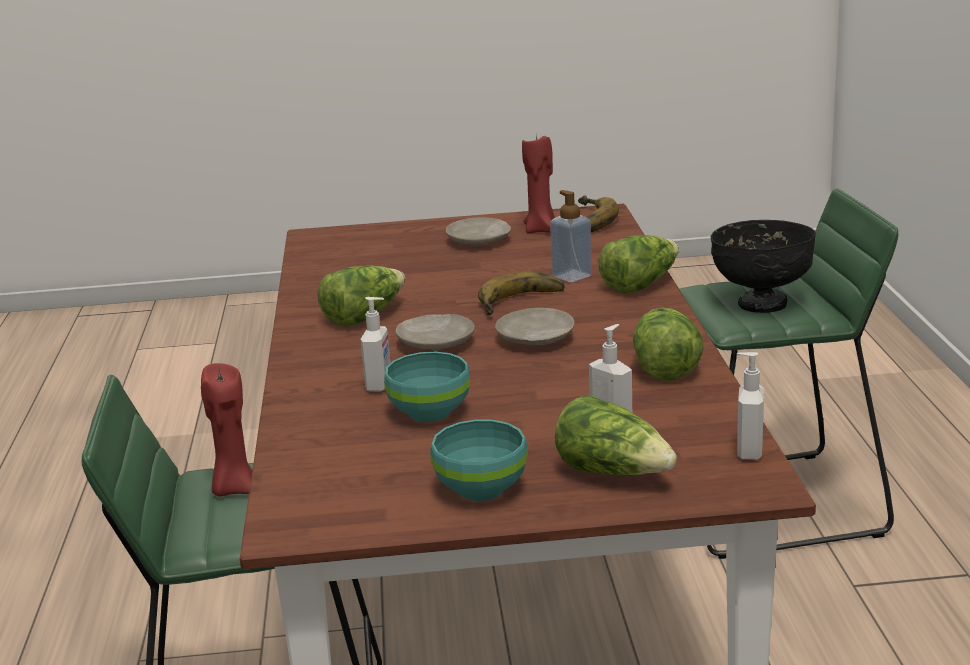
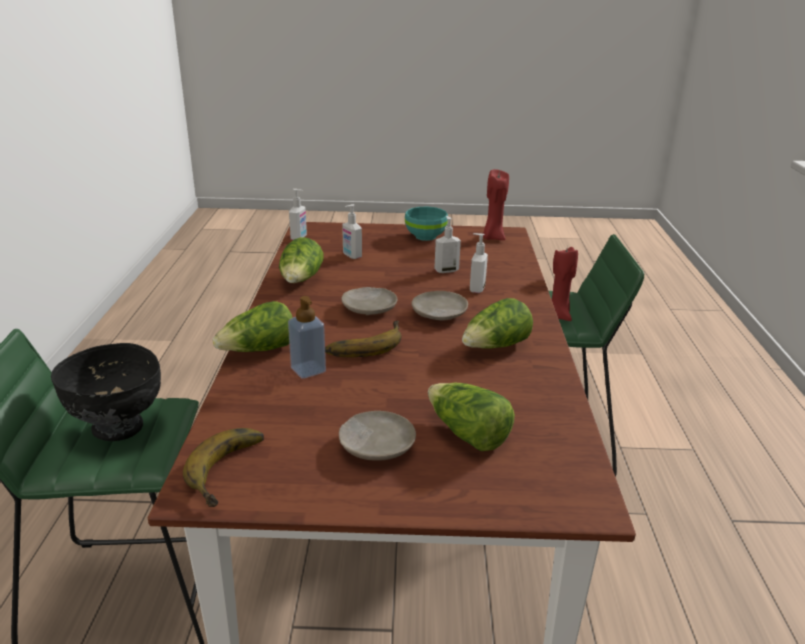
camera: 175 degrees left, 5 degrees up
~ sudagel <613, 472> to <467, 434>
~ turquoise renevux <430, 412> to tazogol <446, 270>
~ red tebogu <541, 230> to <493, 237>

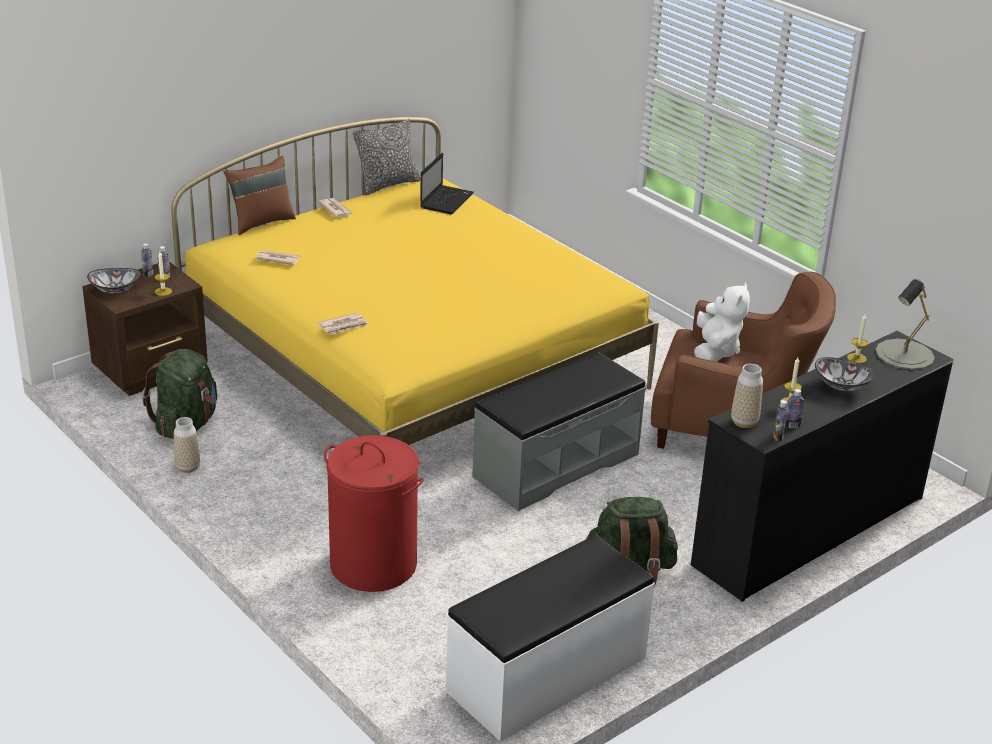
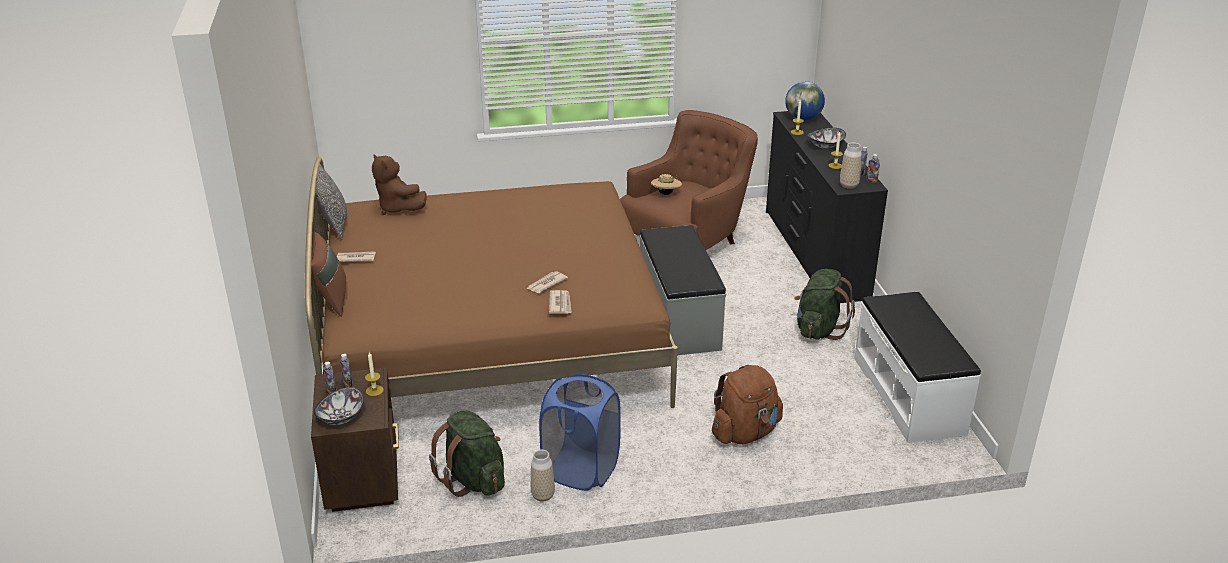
camera: 60 degrees left, 0 degrees up
~ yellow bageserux <413, 364> to brown bageserux <490, 337>
~ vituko <447, 200> to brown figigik <398, 208>
~ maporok <278, 259> to <546, 284>
+ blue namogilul <581, 470>
~ white figigik <715, 351> to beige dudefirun <666, 194>
~ red namogilul <373, 565> to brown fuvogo <745, 433>
~ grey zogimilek <904, 355> to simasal <803, 119>

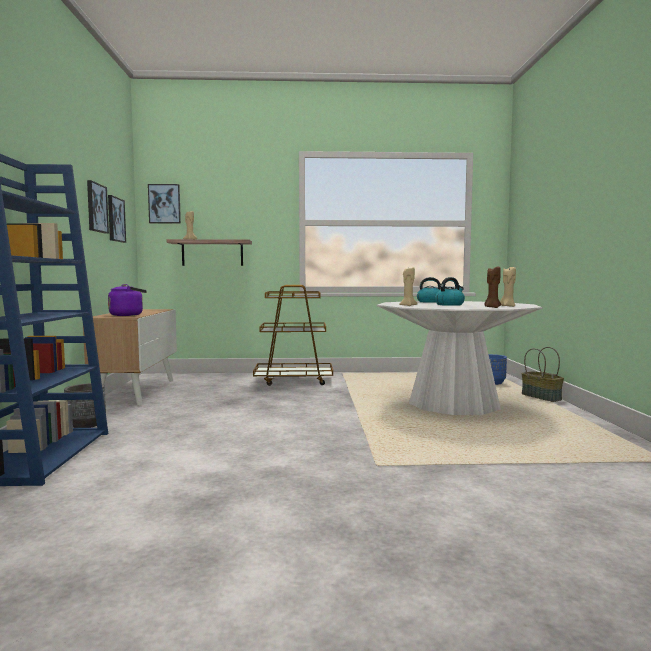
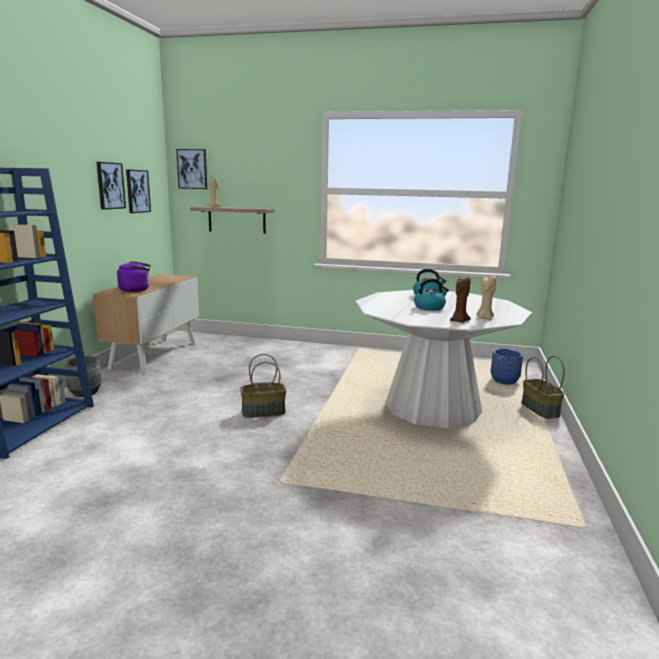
camera: 15 degrees right, 10 degrees up
+ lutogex <263, 412>
- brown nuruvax <294, 380>
- beige tebogu <407, 305>

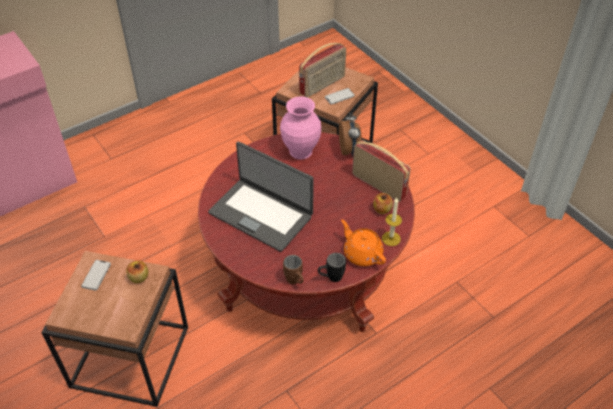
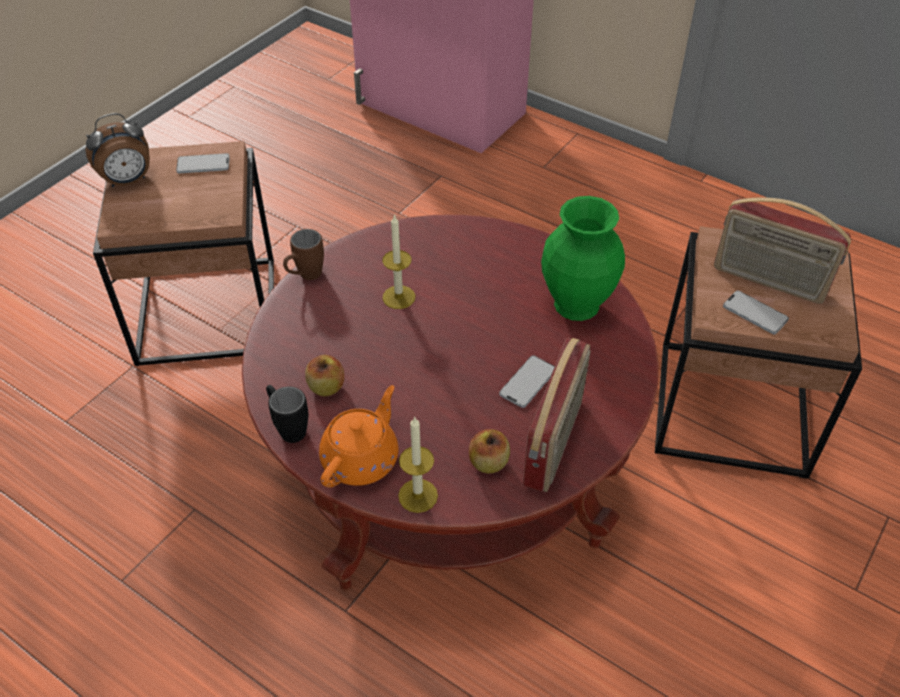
camera: 70 degrees right, 0 degrees up
~ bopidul <349, 150> to <128, 181>
~ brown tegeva <295, 282> to <305, 277>
~ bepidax <139, 277> to <326, 387>
~ vituko <261, 214> to tebogu <399, 297>
+ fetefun <527, 382>
~ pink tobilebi <301, 151> to green tobilebi <578, 305>

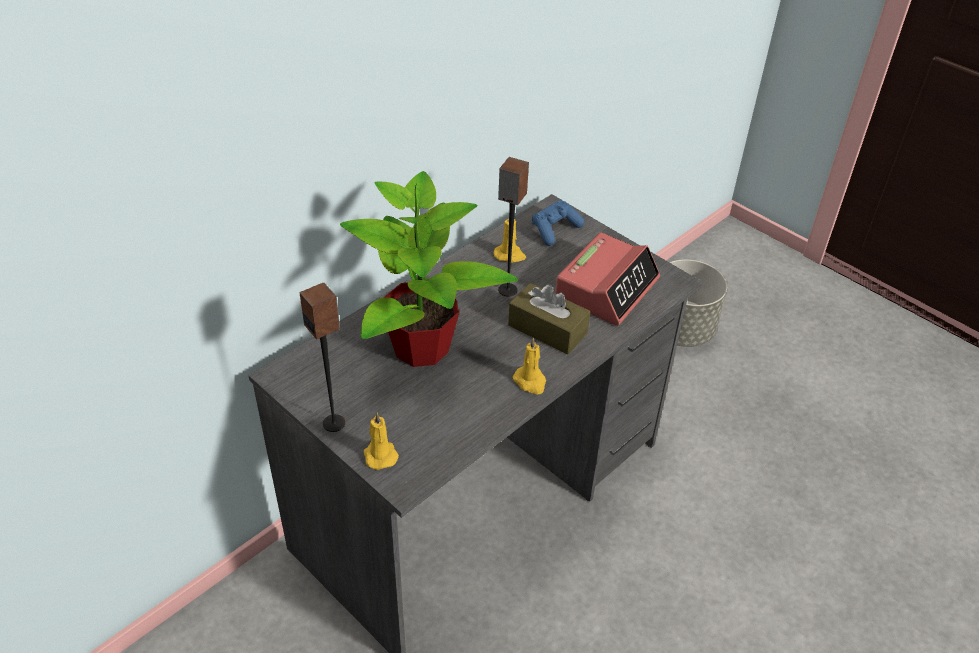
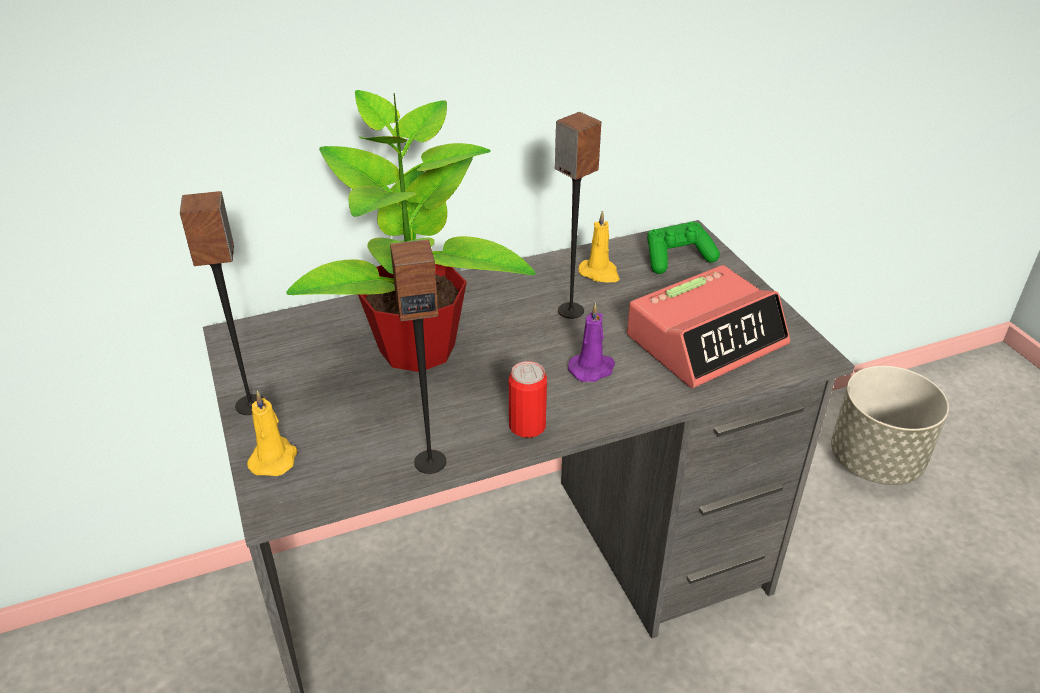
camera: 25 degrees right, 5 degrees down
+ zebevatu <430, 461>
~ yellow tebogu <530, 382> to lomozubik <527, 426>
~ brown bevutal <547, 329> to purple tebogu <592, 368>
~ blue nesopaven <555, 230> to green nesopaven <677, 258>

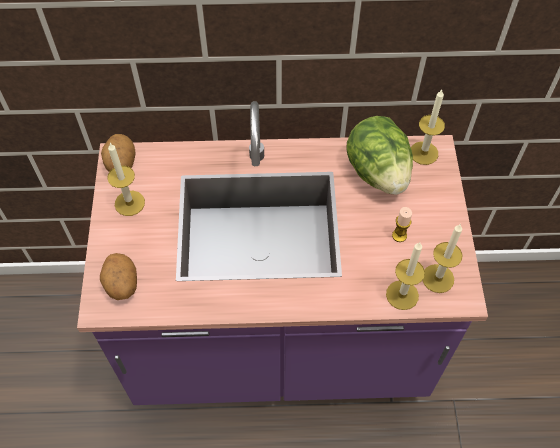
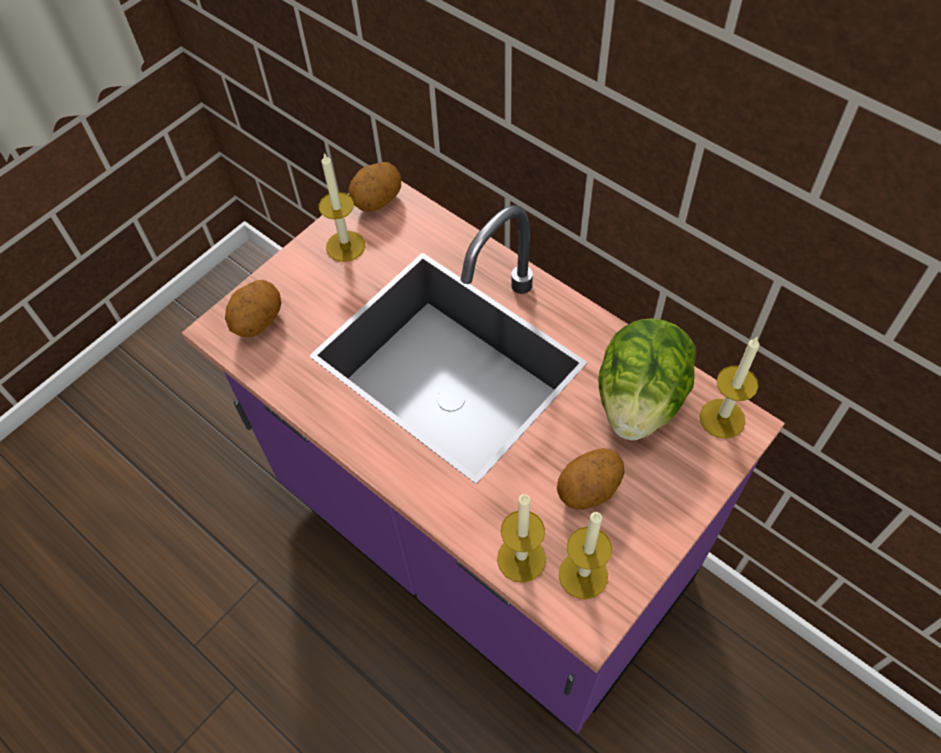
camera: 45 degrees right, 0 degrees up
~ tebogu <399, 235> to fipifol <589, 490>

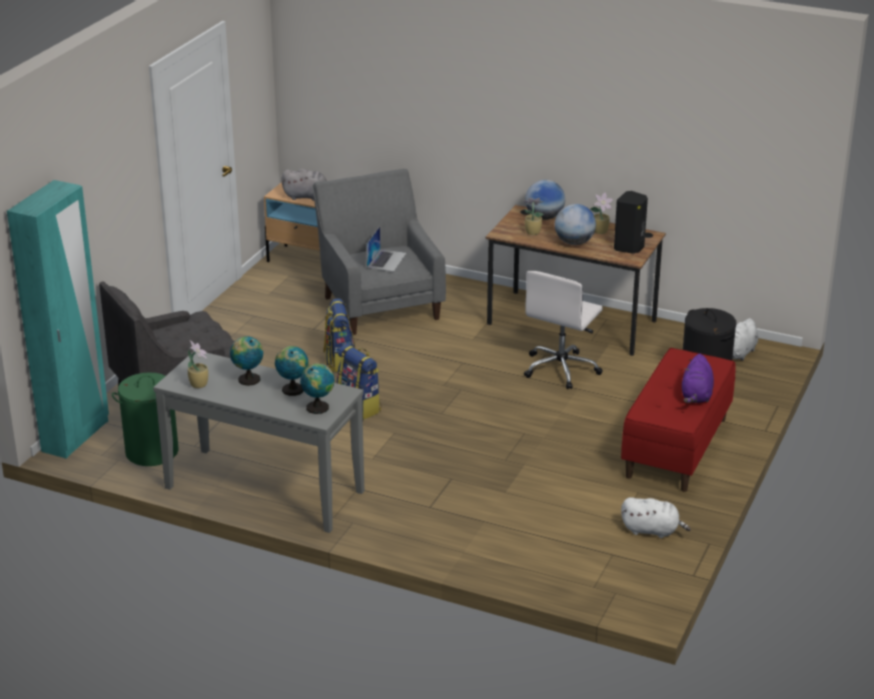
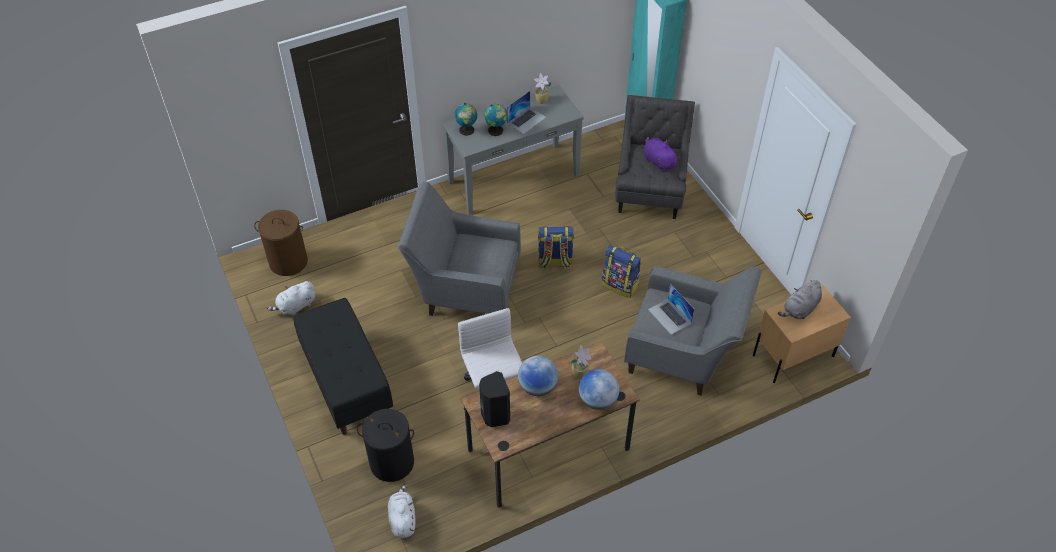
camera: 130 degrees right, 20 degrees up
+ brown namogilul <288, 262>
~ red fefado <677, 448> to black fefado <346, 382>
+ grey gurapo <465, 287>
~ simasal <247, 379> to vituko <526, 120>
~ purple figigik <696, 396> to <658, 161>
- green namogilul <151, 452>
- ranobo <601, 231>

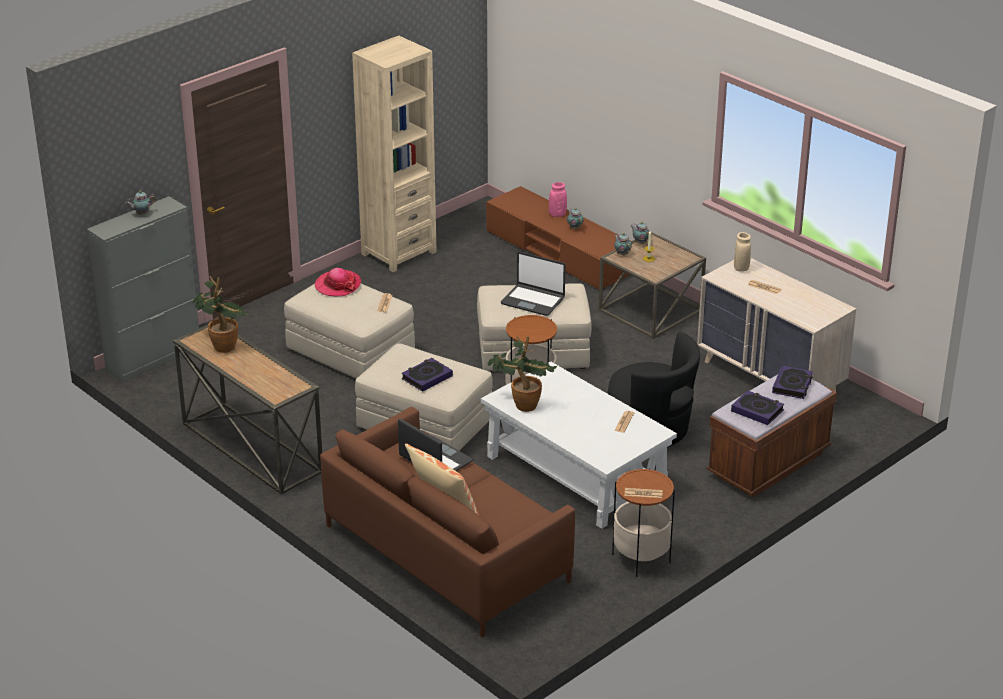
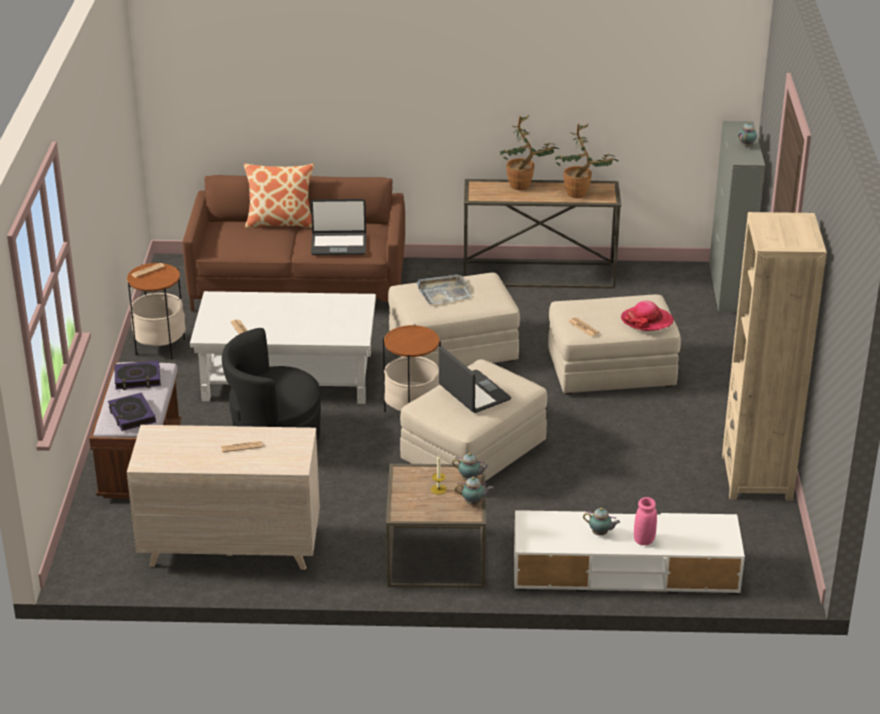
camera: 135 degrees right, 0 degrees up
~ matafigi <427, 377> to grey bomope <443, 292>
~ vituko <533, 300> = <473, 393> 75 degrees clockwise
~ ranobo <522, 403> to <525, 185>
~ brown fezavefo <558, 253> to white fezavefo <625, 571>
- beige tobilebi <741, 268>

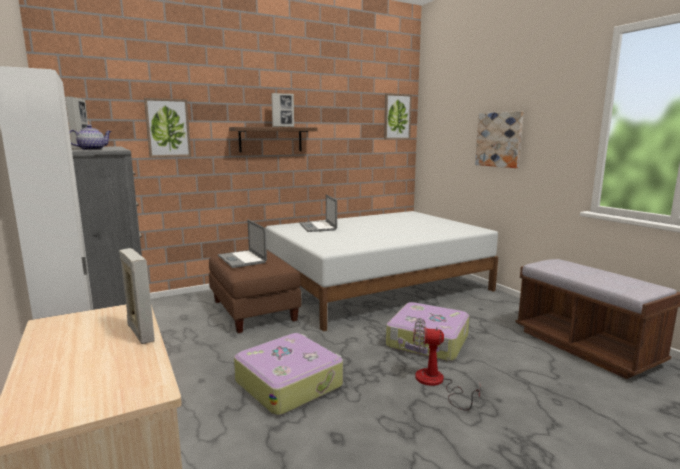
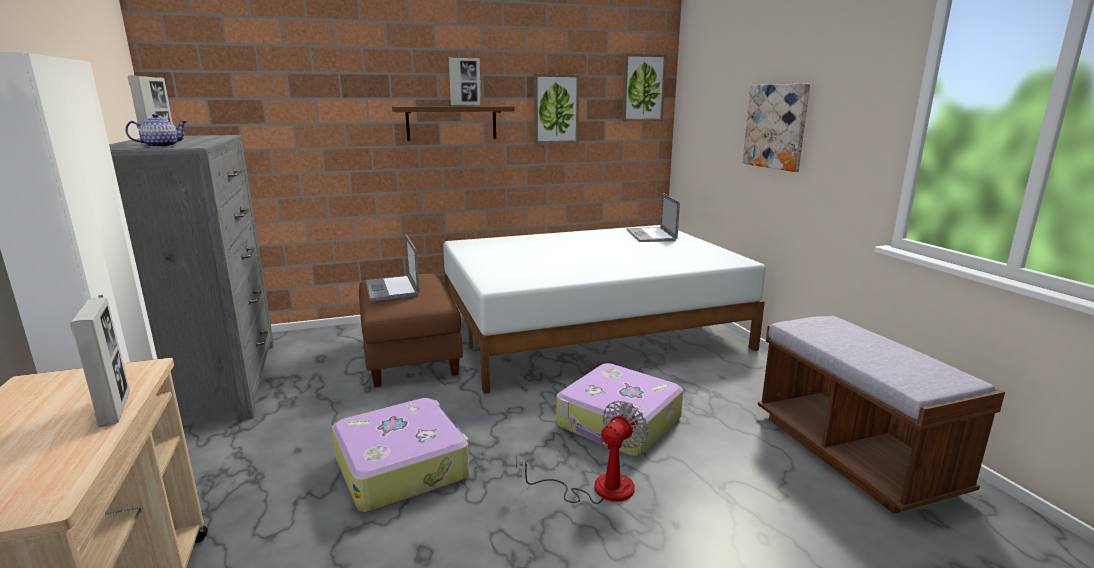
camera: 10 degrees right, 5 degrees up
~ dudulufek <436, 383> = <598, 488> 105 degrees clockwise
~ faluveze <168, 128> to <555, 109>
~ vituko <317, 227> to <651, 235>

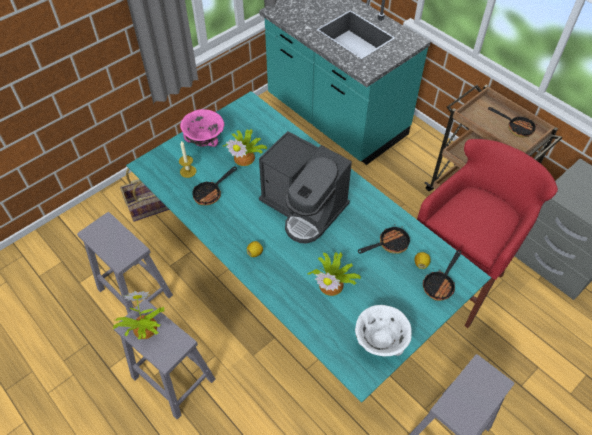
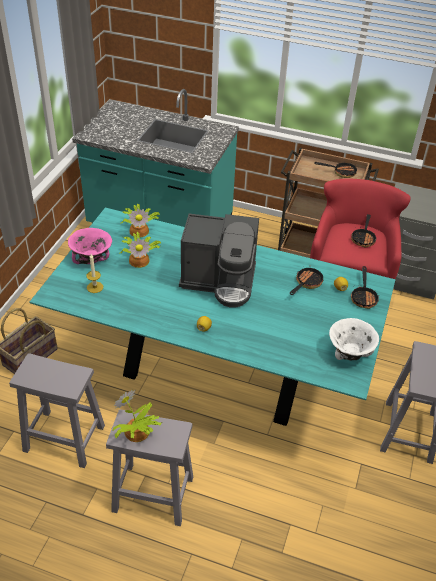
camera: 30 degrees left, 10 degrees down
~ ranobo <332, 283> to <140, 230>
~ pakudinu <211, 193> to <363, 238>

